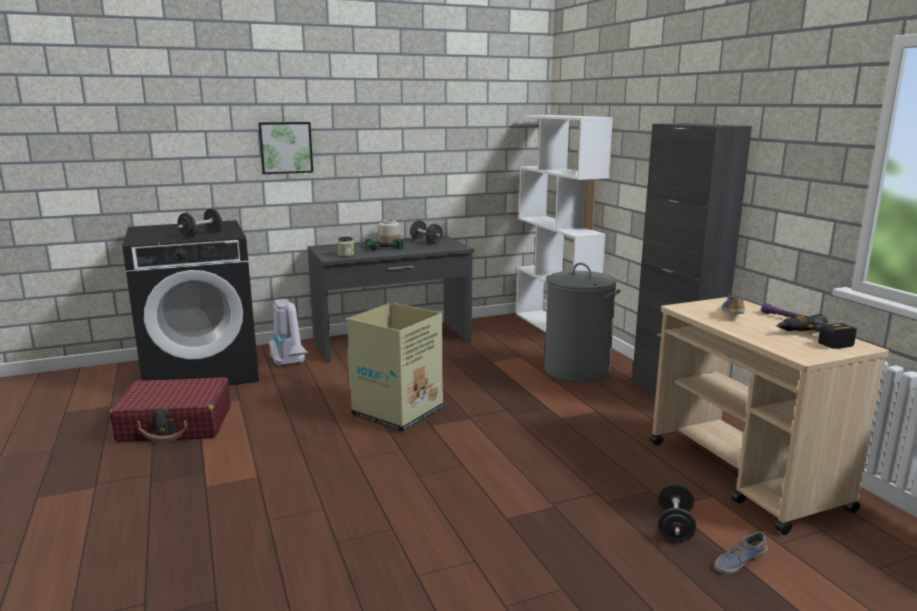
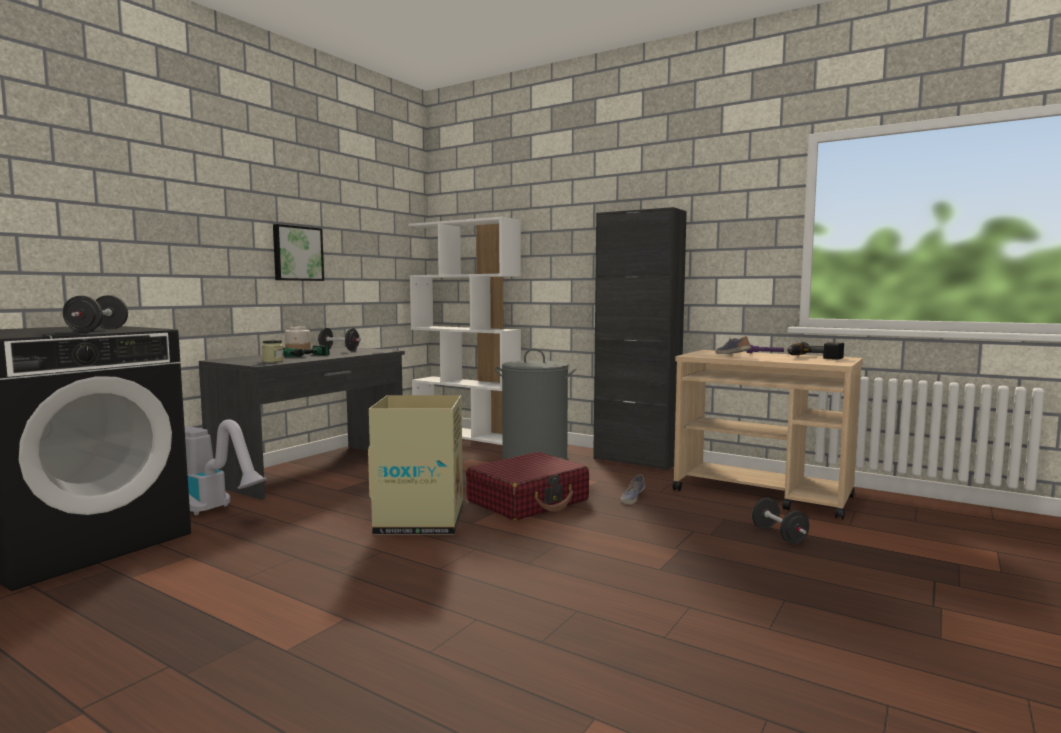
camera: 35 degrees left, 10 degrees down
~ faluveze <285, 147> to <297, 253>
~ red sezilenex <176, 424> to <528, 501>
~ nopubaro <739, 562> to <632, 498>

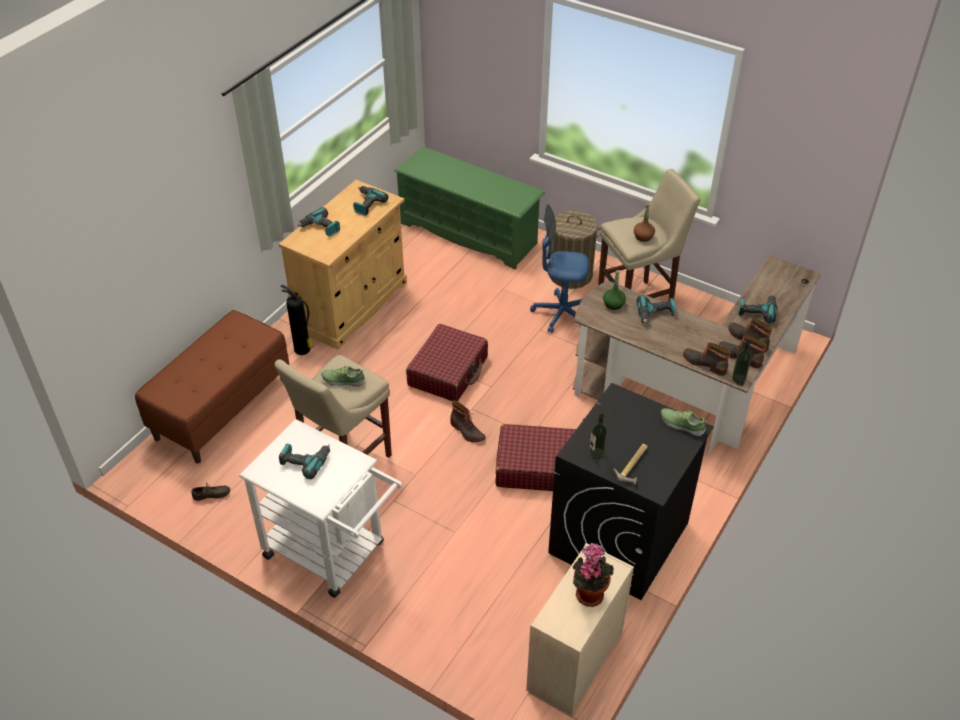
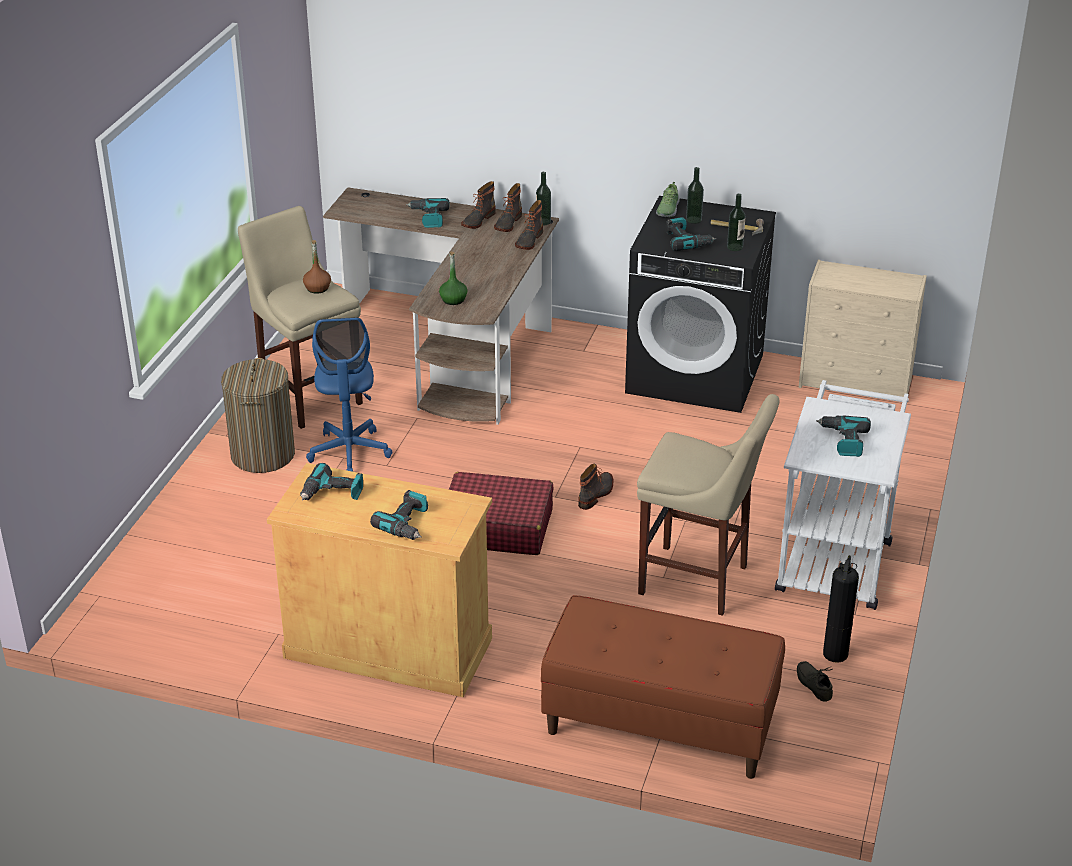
camera: 105 degrees left, 10 degrees down
~ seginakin <655, 314> to <687, 241>
+ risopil <693, 220>
~ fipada <303, 350> to <835, 653>
- nopubaro <343, 380>
- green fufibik <469, 233>
- red sezilenex <536, 466>
- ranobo <589, 592>

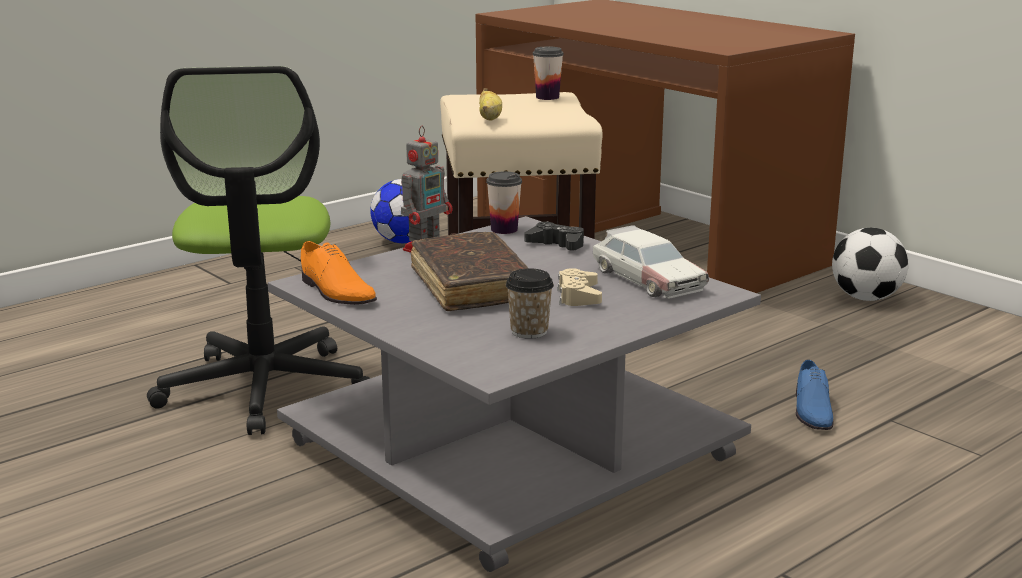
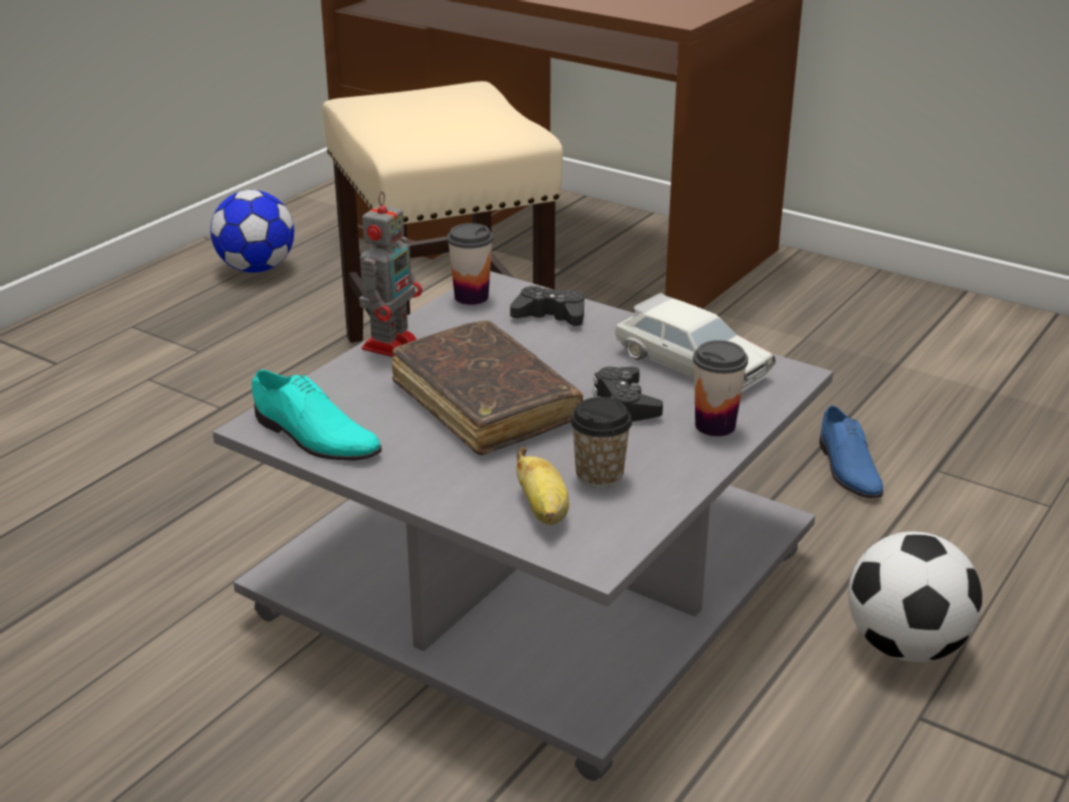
camera: 15 degrees left, 10 degrees up
~ orange nopubaro <335, 291> to turquoise nopubaro <314, 437>
~ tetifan <489, 118> to <543, 511>
~ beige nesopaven <578, 296> to black nesopaven <625, 403>
~ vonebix <547, 97> to <715, 425>
~ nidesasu <866, 298> to <905, 646>
- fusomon <264, 388>

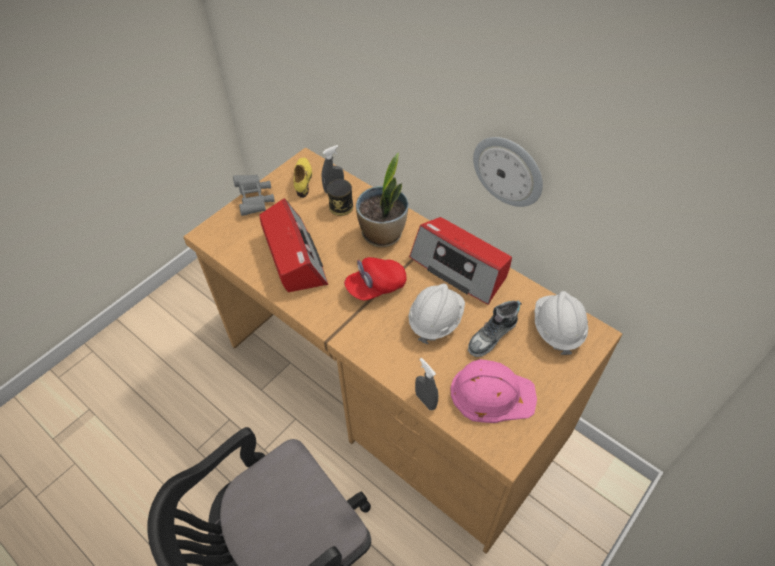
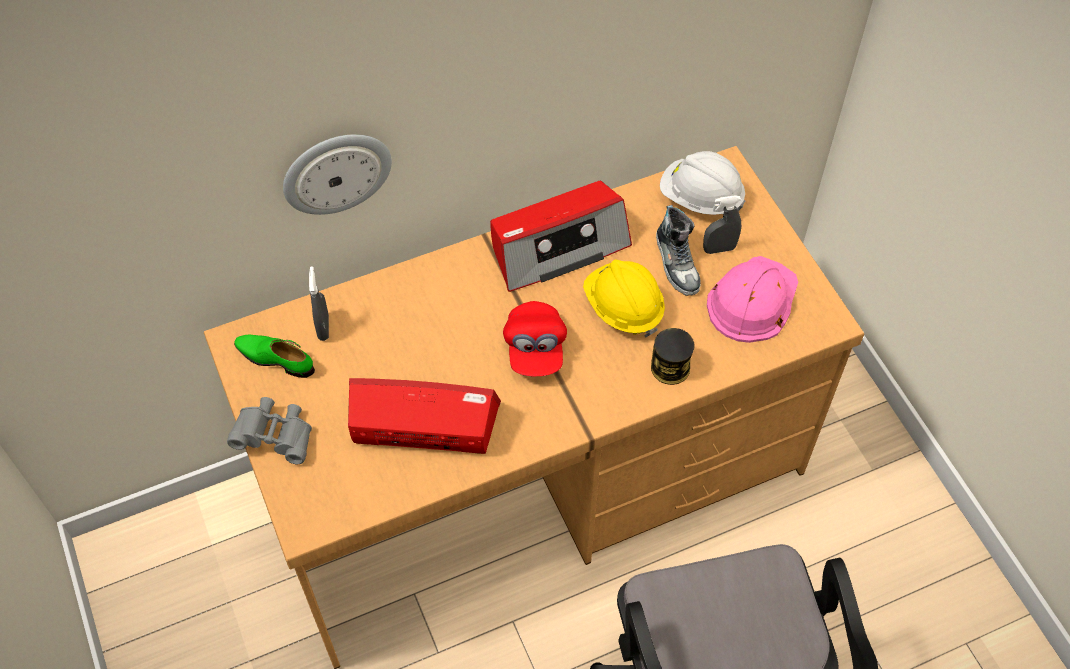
camera: 65 degrees left, 5 degrees up
~ yellow nopubaro <303, 179> to green nopubaro <275, 359>
~ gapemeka <508, 171> to <336, 172>
~ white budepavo <435, 320> to yellow budepavo <623, 308>
~ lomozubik <341, 207> to <670, 367>
~ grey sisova <425, 400> to <719, 249>
- ranobo <383, 234>

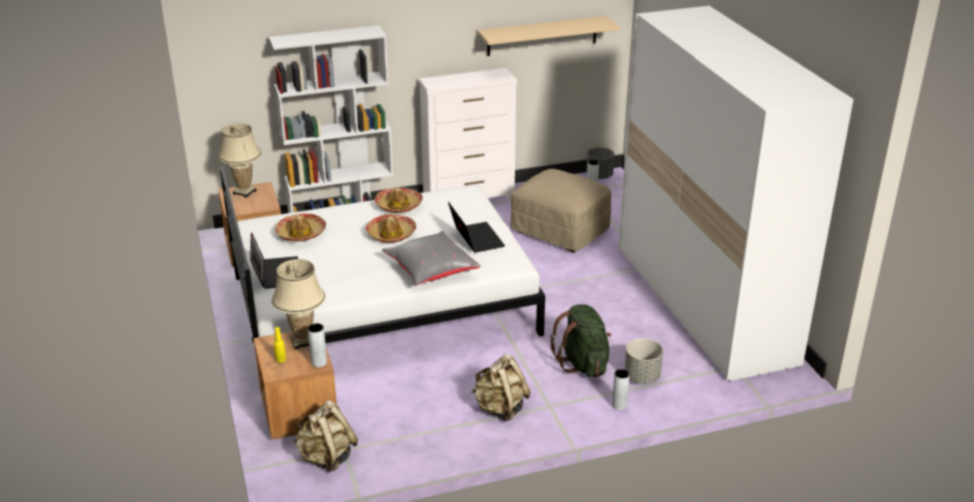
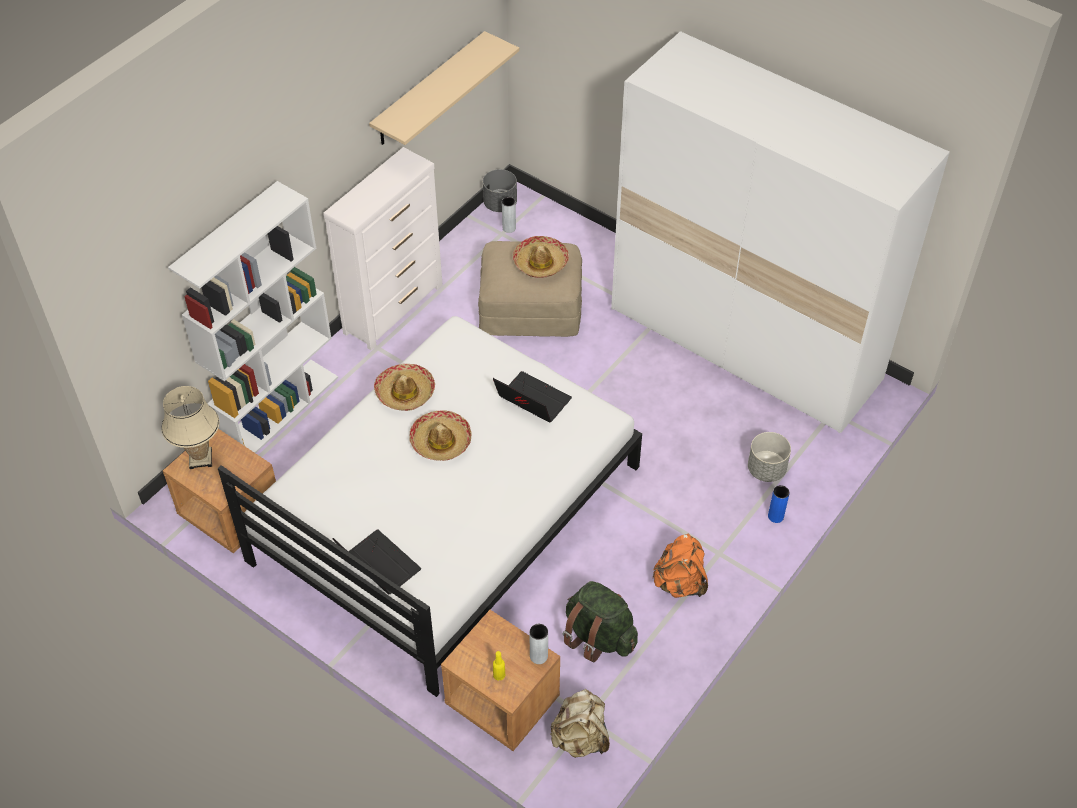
camera: 35 degrees left, 20 degrees up
~ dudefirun <301, 233> to <540, 262>
~ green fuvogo <583, 364> to <598, 636>
~ beige fuvogo <500, 409> to orange fuvogo <680, 582>
~ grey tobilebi <619, 405> to blue tobilebi <775, 516>
- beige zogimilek <303, 341>
- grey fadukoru <430, 271>

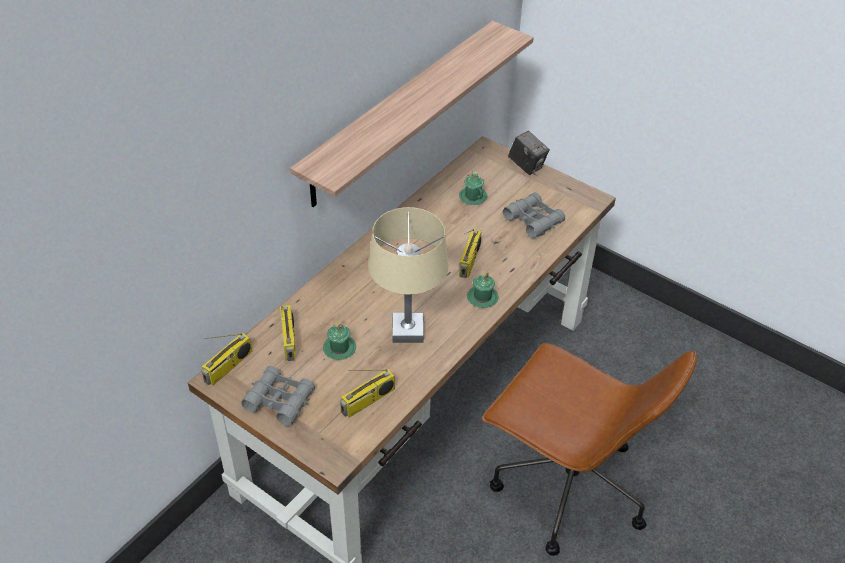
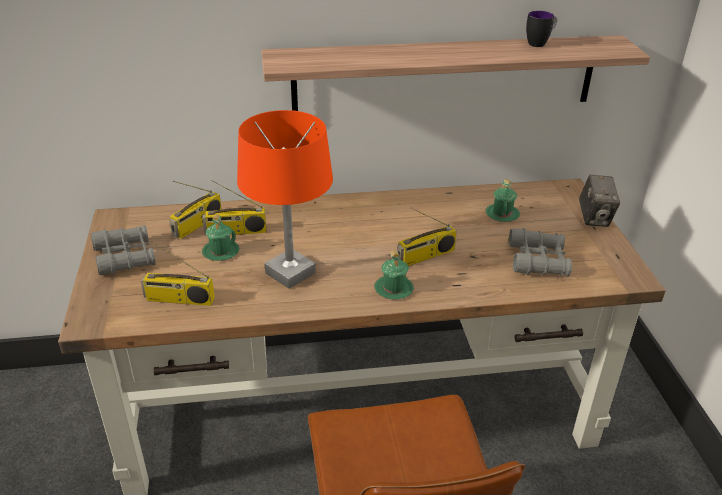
camera: 45 degrees right, 10 degrees down
~ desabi <228, 367> to <235, 232>
~ beige zogimilek <408, 331> to orange zogimilek <290, 273>
+ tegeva <540, 43>

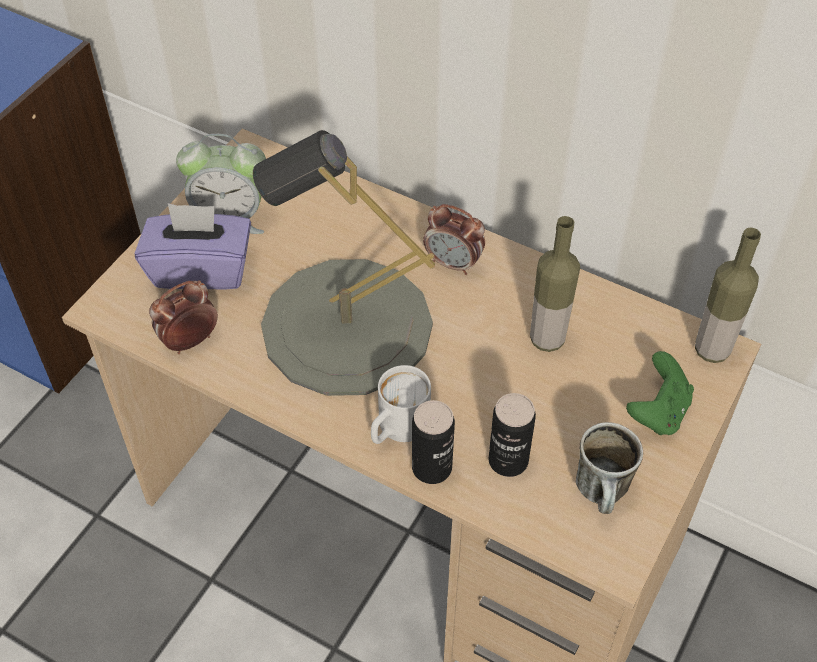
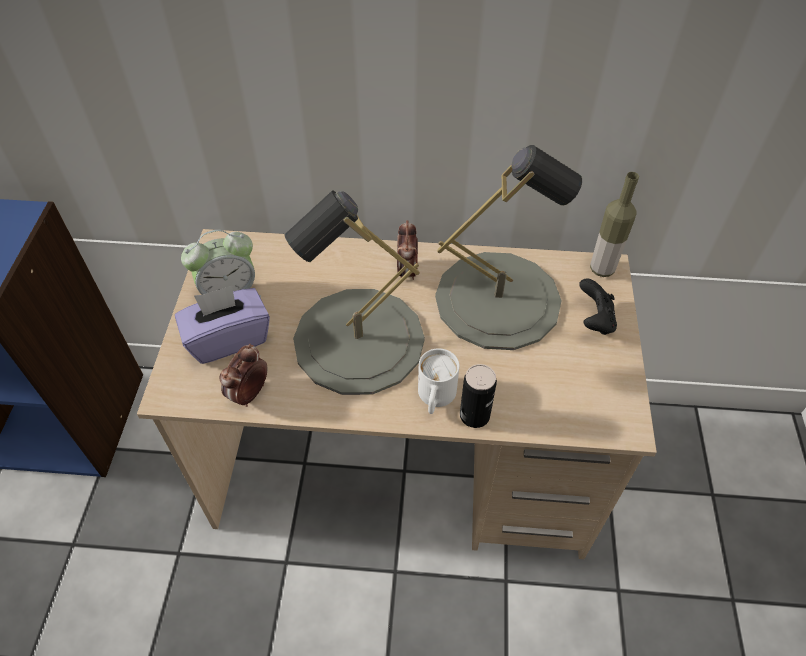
camera: 25 degrees left, 0 degrees up
~ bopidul <453, 263> = <407, 271> 90 degrees clockwise
~ risopil <547, 339> to grey zogimilek <498, 299>
~ green nesopaven <658, 412> to black nesopaven <594, 320>
- lomozubik <508, 460>
- tegeva <603, 495>

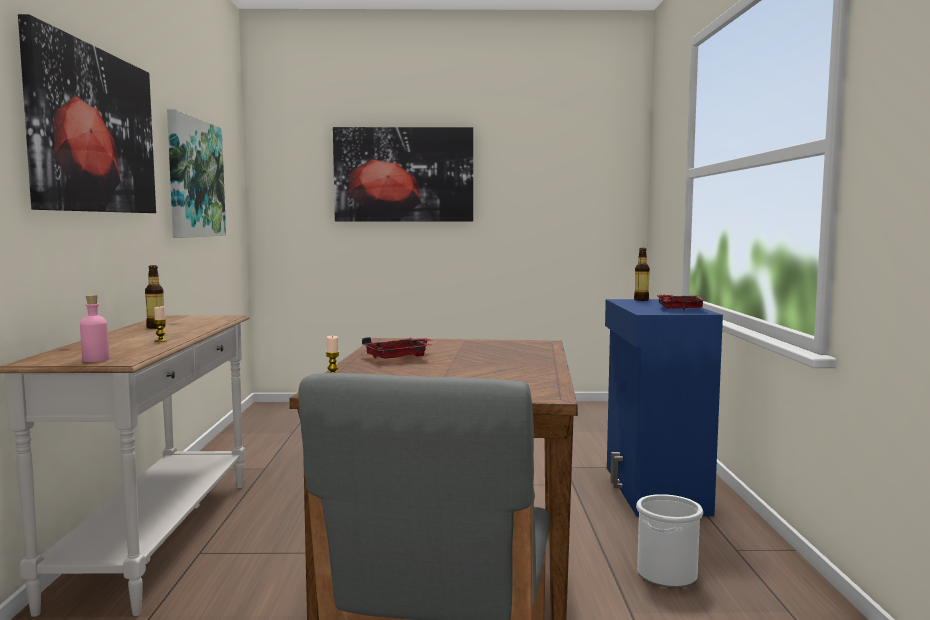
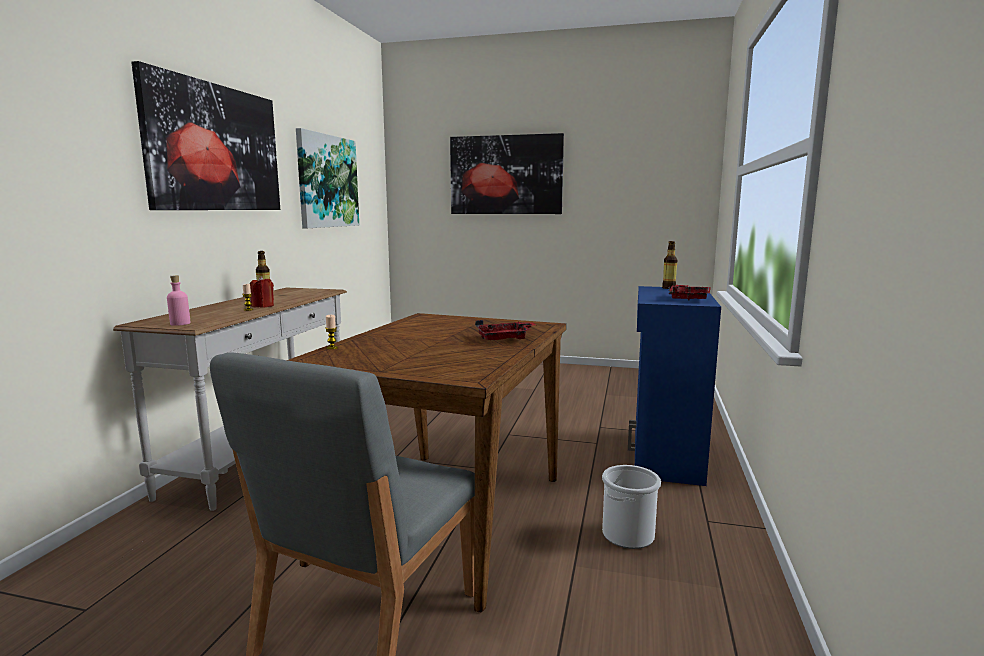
camera: 15 degrees right, 5 degrees up
+ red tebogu <263, 306>
~ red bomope <399, 357> to <505, 339>

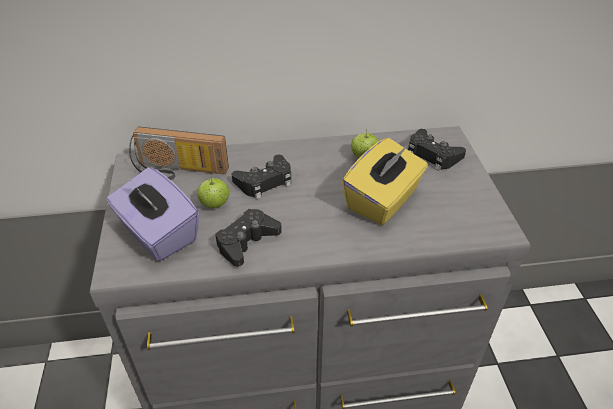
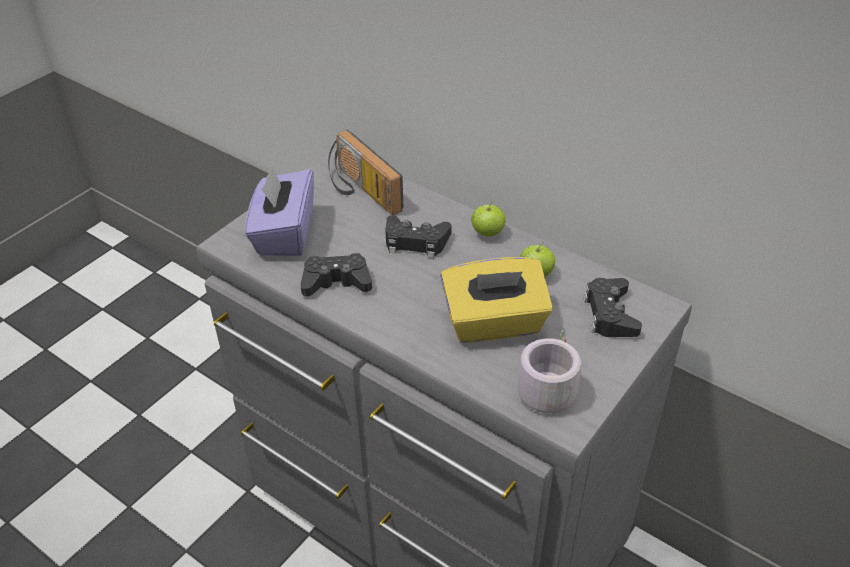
camera: 45 degrees right, 0 degrees up
~ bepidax <215, 204> to <487, 233>
+ grey tegeva <545, 387>

